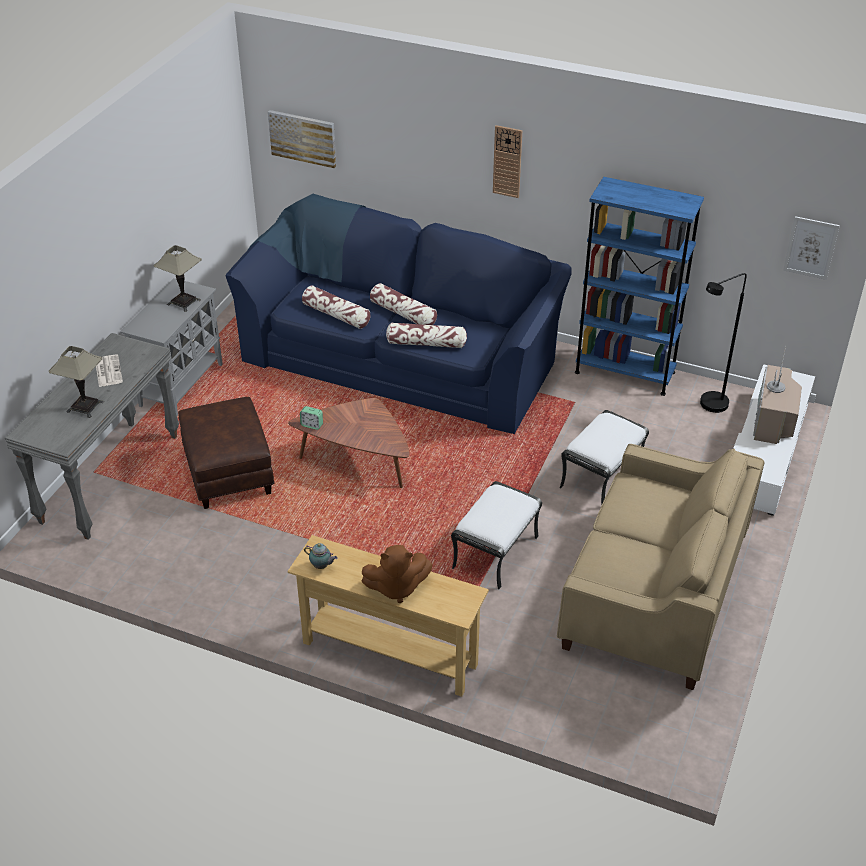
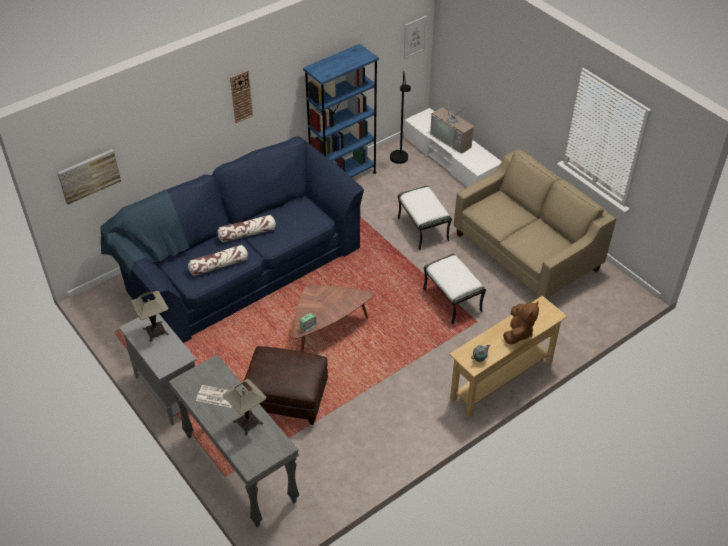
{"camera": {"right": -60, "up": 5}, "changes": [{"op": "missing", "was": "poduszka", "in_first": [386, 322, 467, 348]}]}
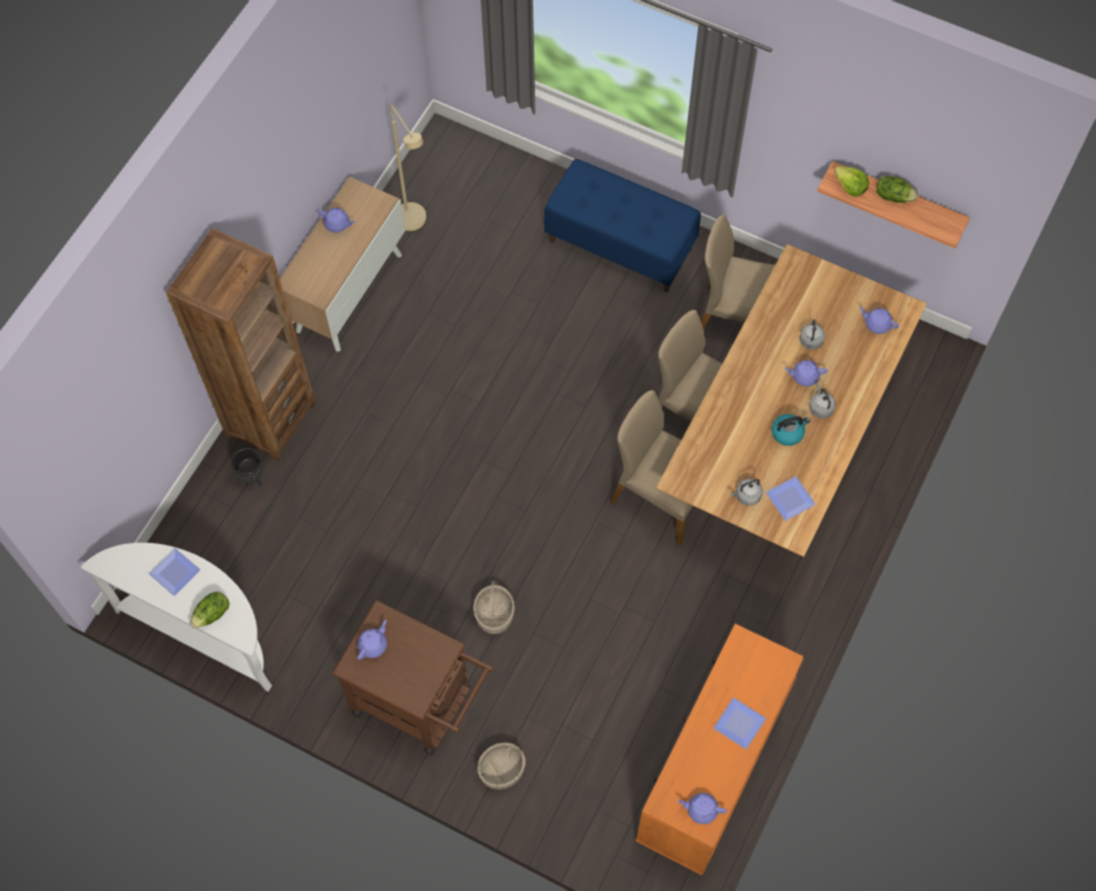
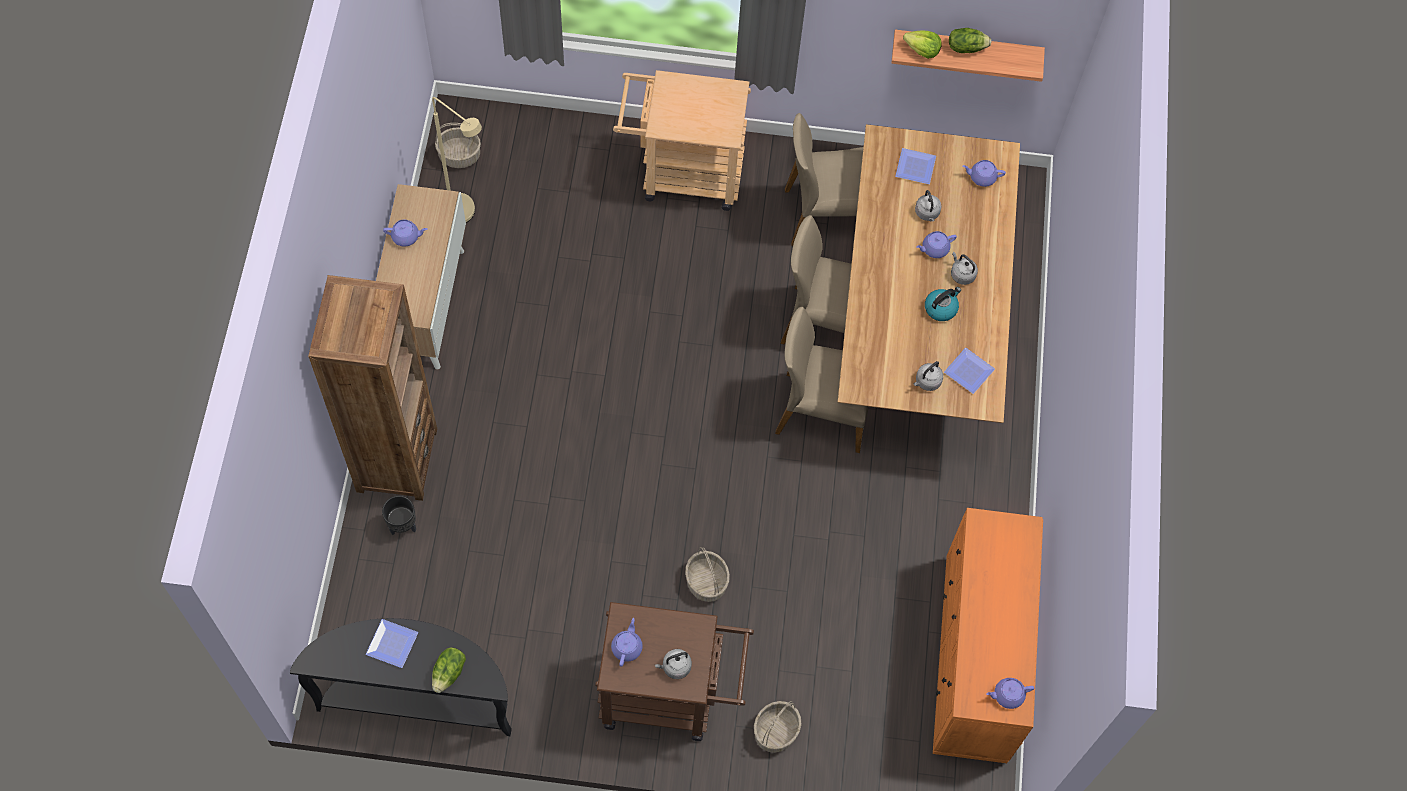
{"camera": {"right": -25, "up": 0}, "changes": [{"op": "appeared", "now": "koszyk", "in_second": [435, 123, 481, 168]}, {"op": "appeared", "now": "czajnik/szary", "in_second": [655, 649, 692, 679]}, {"op": "relocated", "was": "talerz", "in_first": [713, 698, 766, 749], "in_second": [896, 148, 936, 184]}, {"op": "exchanged", "was": "ławka/niebieski", "now": "wózek/beżowy", "in_first": [544, 159, 701, 292], "in_second": [613, 70, 751, 211]}, {"op": "colour", "was": "stolik konsolowy/biały", "now": "stolik konsolowy/czarny", "in_first": [81, 543, 272, 692], "in_second": [290, 618, 512, 736]}]}
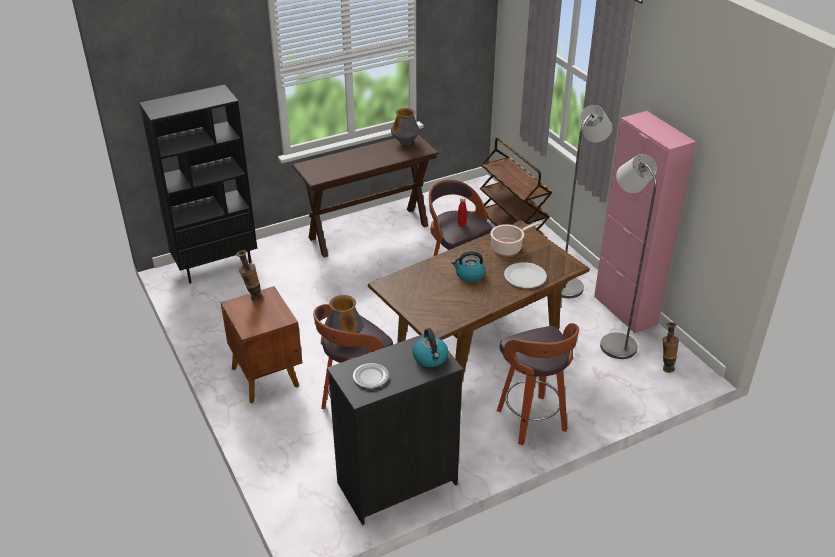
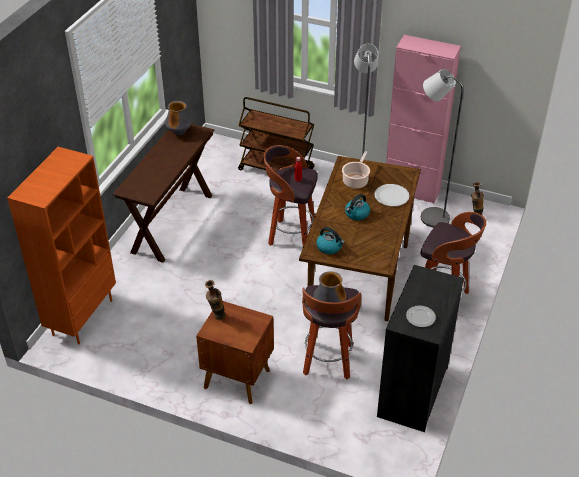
{"camera": {"right": -40, "up": 5}, "changes": [{"op": "relocated", "was": "czajnik", "in_first": [413, 328, 448, 367], "in_second": [316, 227, 345, 254]}, {"op": "colour", "was": "regał/czarny", "now": "regał/pomarańczowy", "in_first": [140, 85, 257, 283], "in_second": [7, 147, 116, 344]}]}
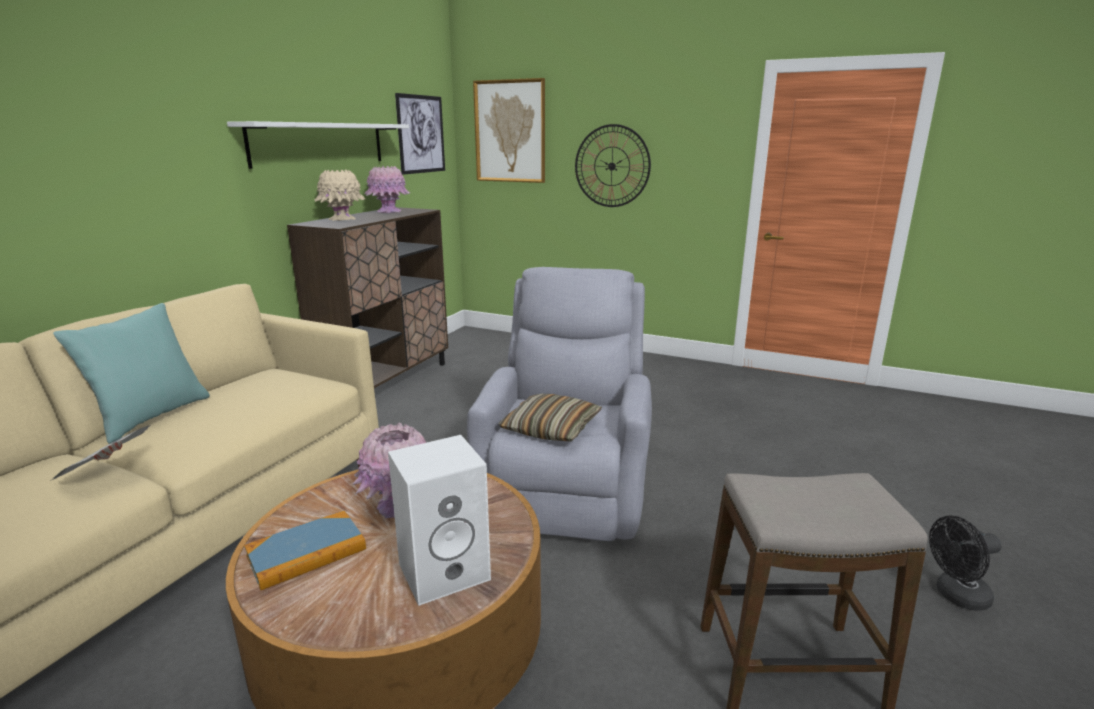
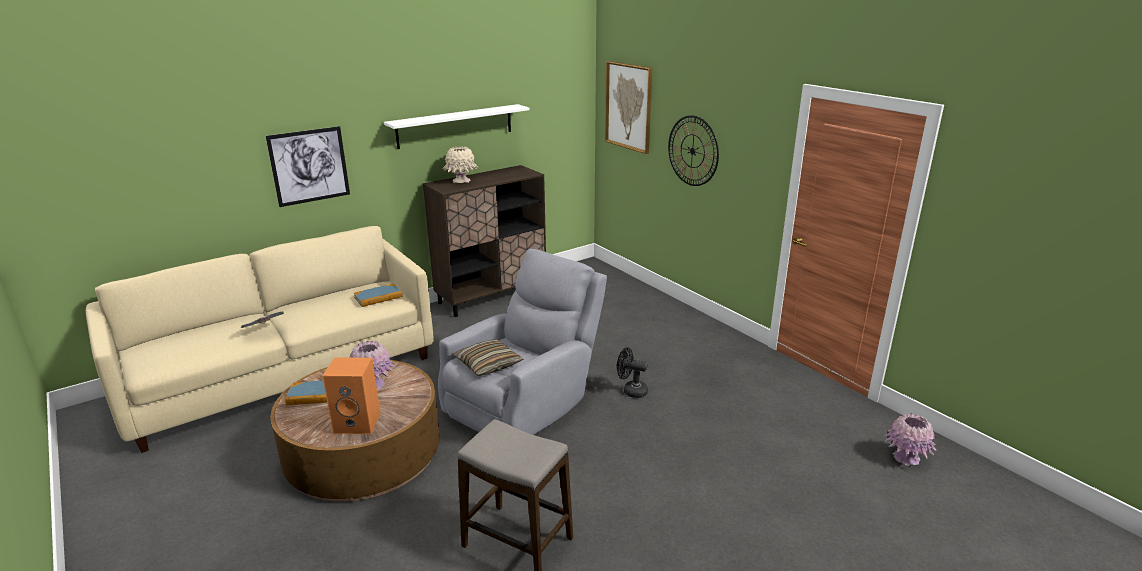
{"camera": {"right": 30, "up": 5}, "changes": [{"op": "missing", "was": "poduszka/turkusowy", "in_first": [53, 303, 210, 444]}, {"op": "appeared", "now": "książka", "in_second": [354, 284, 402, 307]}, {"op": "relocated", "was": "wazon/różowy", "in_first": [364, 166, 410, 213], "in_second": [884, 413, 936, 466]}, {"op": "relocated", "was": "obraz", "in_first": [395, 93, 445, 175], "in_second": [266, 126, 350, 207]}, {"op": "relocated", "was": "wentylator/czarny", "in_first": [929, 515, 1002, 611], "in_second": [617, 348, 648, 398]}, {"op": "colour", "was": "głośnik/biały", "now": "głośnik/pomarańczowy", "in_first": [388, 435, 491, 606], "in_second": [322, 357, 380, 434]}]}
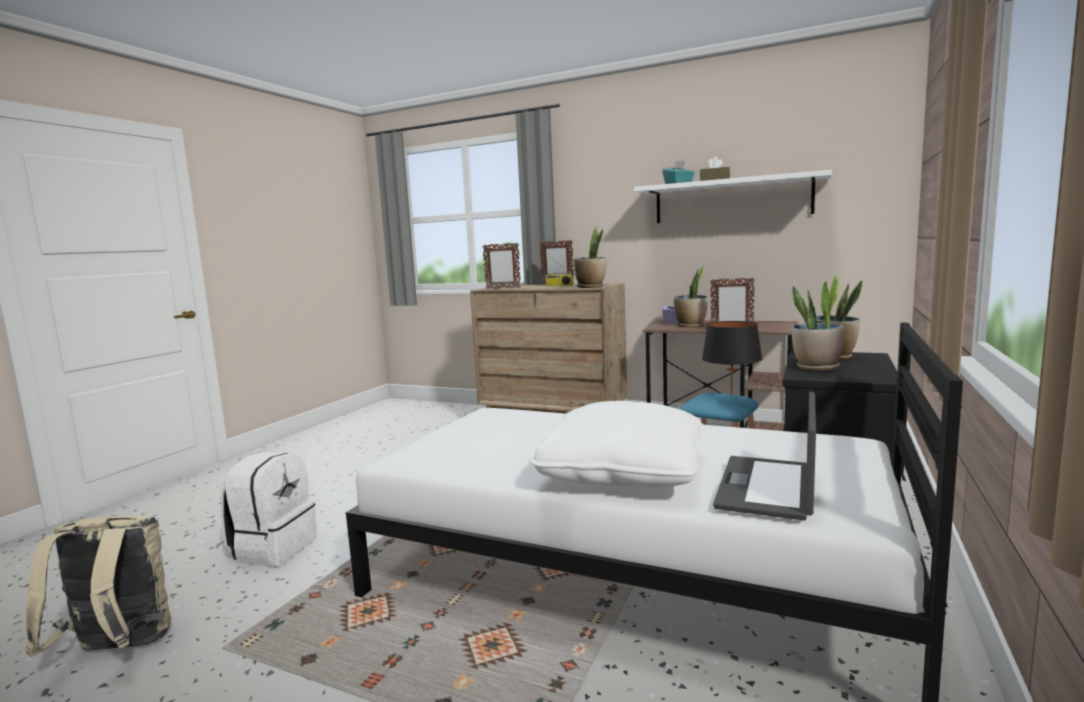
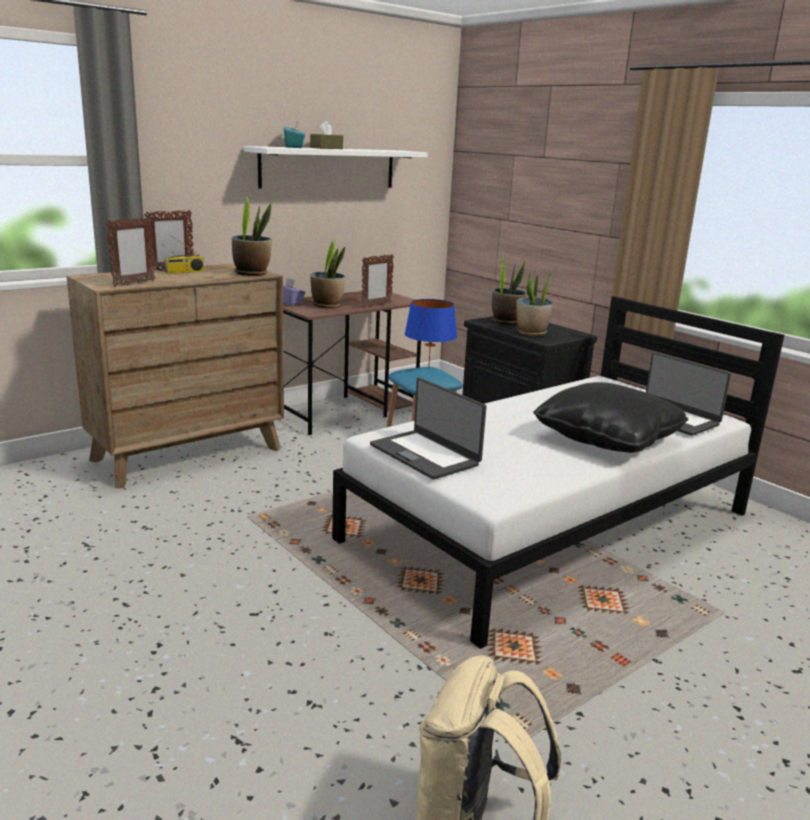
{"camera": {"right": -65, "up": 10}, "changes": [{"op": "missing", "was": "plecak/biały", "in_first": [221, 452, 317, 567]}, {"op": "appeared", "now": "laptop", "in_second": [370, 378, 487, 480]}, {"op": "colour", "was": "poduszka/biały", "now": "poduszka/czarny", "in_first": [531, 401, 704, 488], "in_second": [533, 382, 688, 453]}, {"op": "colour", "was": "lampa stołowa/czarny", "now": "lampa stołowa/niebieski", "in_first": [702, 321, 763, 396], "in_second": [405, 299, 457, 369]}]}
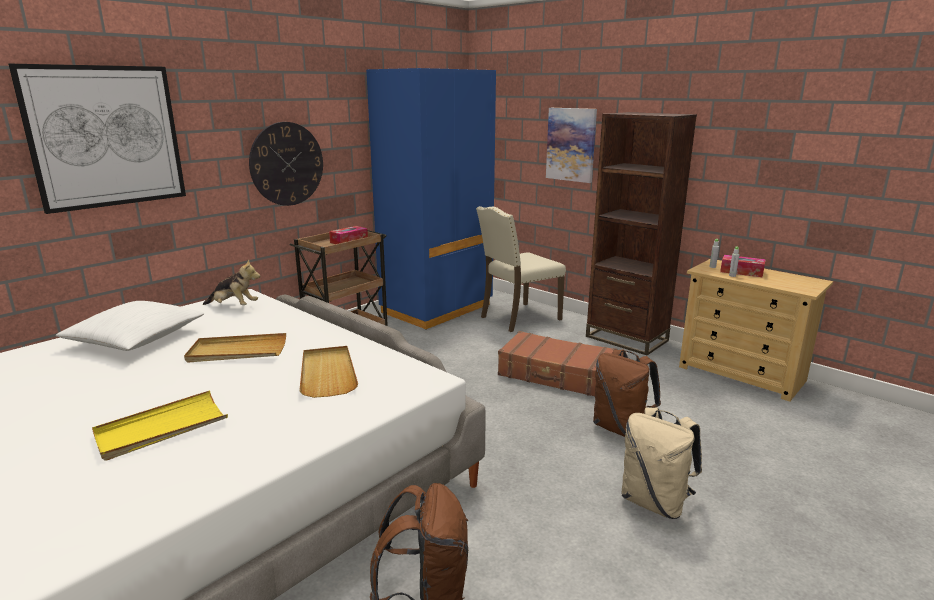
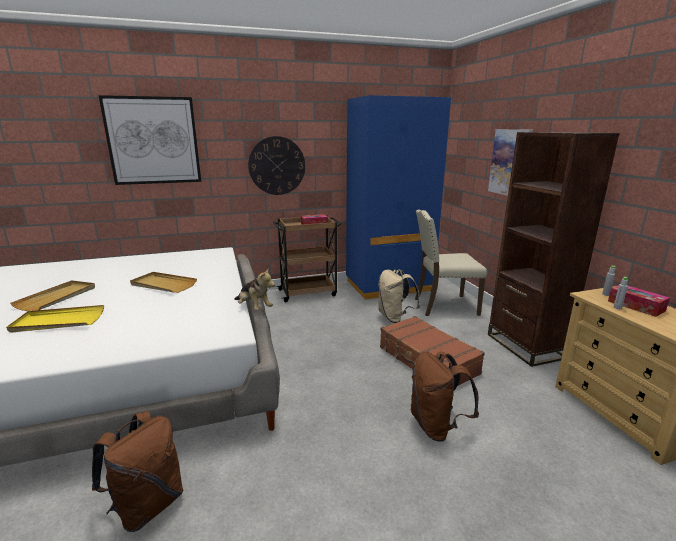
{"camera": {"right": 30, "up": 0}, "changes": [{"op": "missing", "was": "poduszka/biały", "in_first": [56, 301, 205, 351]}, {"op": "relocated", "was": "pluszak", "in_first": [203, 259, 260, 305], "in_second": [234, 267, 275, 310]}, {"op": "relocated", "was": "taca/beżowy", "in_first": [299, 346, 358, 398], "in_second": [10, 280, 95, 311]}, {"op": "relocated", "was": "plecak/beżowy", "in_first": [621, 407, 702, 519], "in_second": [378, 269, 420, 323]}]}
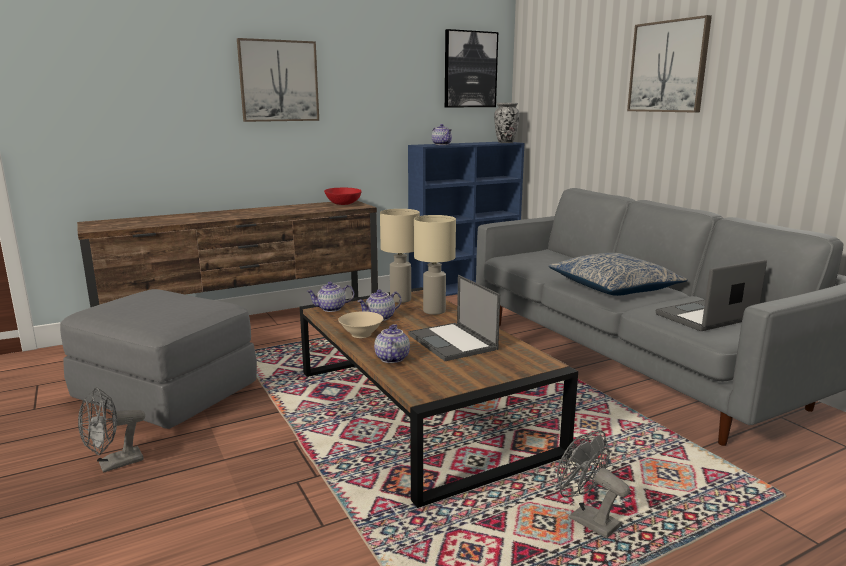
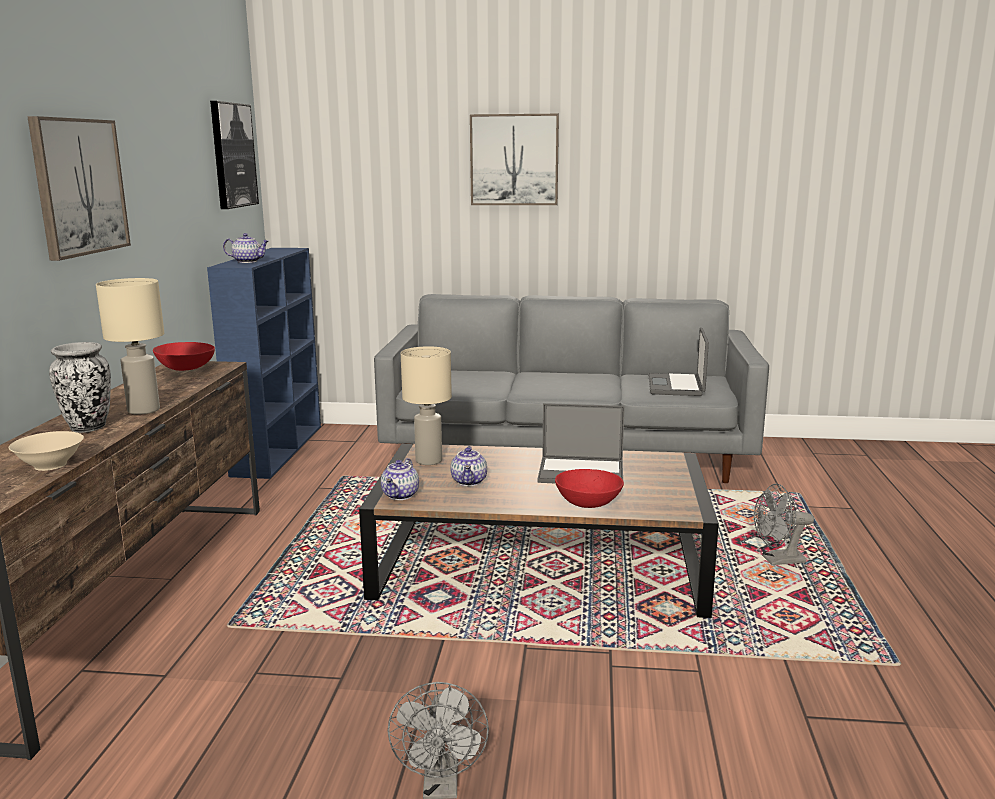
{"camera": {"right": -55, "up": 0}, "changes": [{"op": "missing", "was": "pufa/szary", "in_first": [60, 289, 257, 429]}, {"op": "missing", "was": "poduszka", "in_first": [549, 253, 688, 296]}, {"op": "relocated", "was": "miska/beżowy", "in_first": [338, 311, 384, 338], "in_second": [8, 431, 84, 471]}, {"op": "relocated", "was": "lampa stołowa/beżowy", "in_first": [414, 215, 456, 315], "in_second": [96, 278, 164, 414]}, {"op": "relocated", "was": "wazon", "in_first": [494, 103, 520, 143], "in_second": [49, 342, 111, 433]}, {"op": "exchanged", "was": "imbryk", "now": "miska/czerwony", "in_first": [374, 324, 410, 363], "in_second": [555, 469, 624, 508]}]}
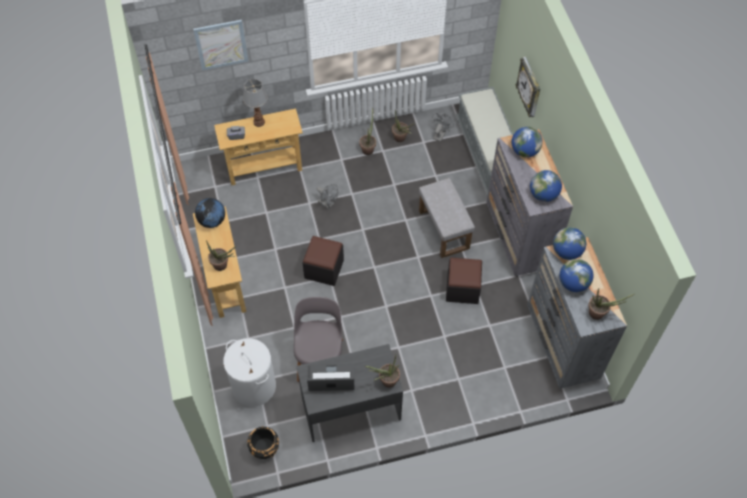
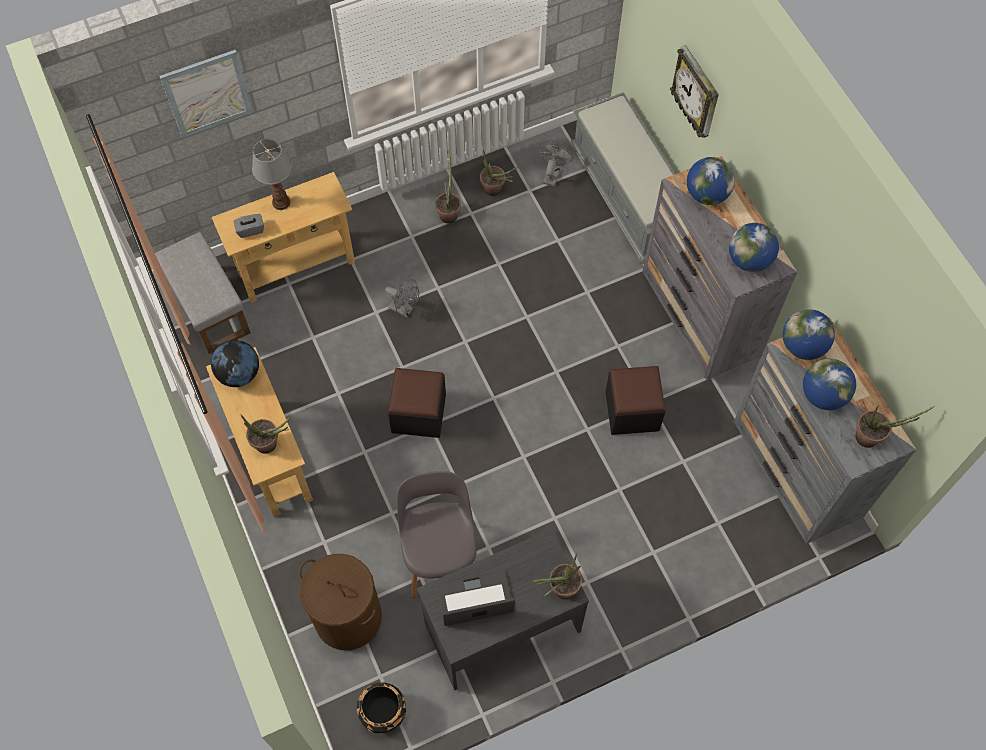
{"camera": {"right": -10, "up": 5}, "changes": [{"op": "relocated", "was": "pufa/szary", "in_first": [419, 178, 475, 258], "in_second": [155, 232, 251, 354]}, {"op": "colour", "was": "kosz na pranie/biały", "now": "kosz na pranie/brązowy", "in_first": [223, 338, 276, 407], "in_second": [299, 554, 382, 650]}]}
